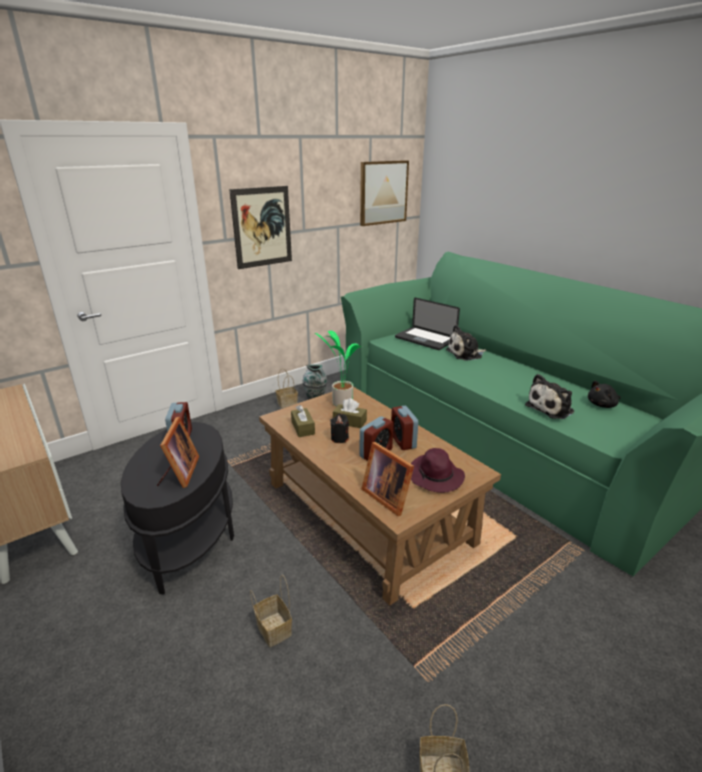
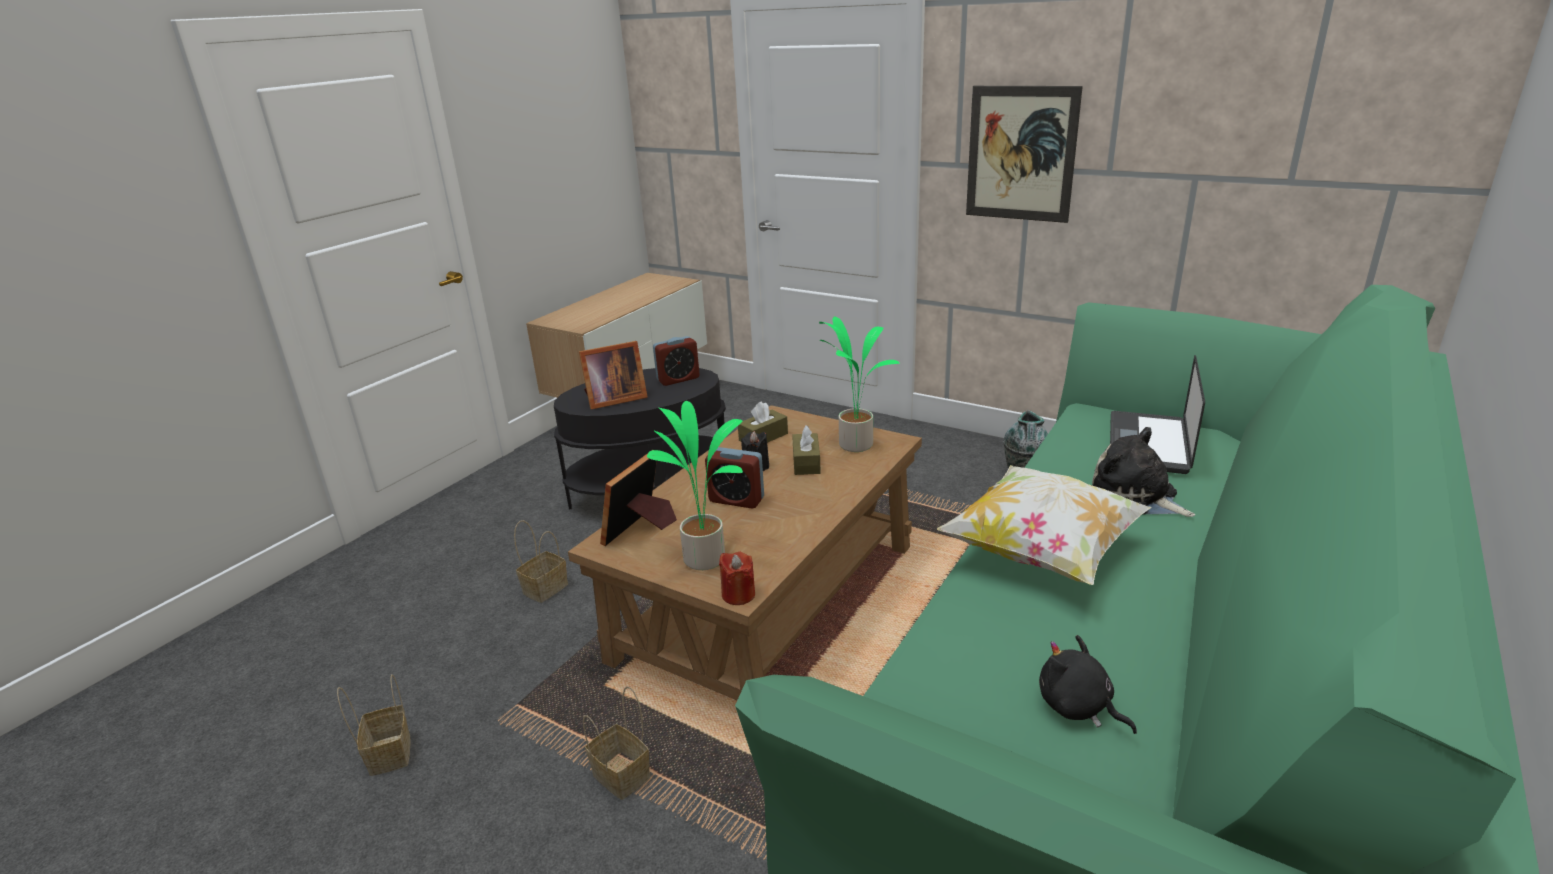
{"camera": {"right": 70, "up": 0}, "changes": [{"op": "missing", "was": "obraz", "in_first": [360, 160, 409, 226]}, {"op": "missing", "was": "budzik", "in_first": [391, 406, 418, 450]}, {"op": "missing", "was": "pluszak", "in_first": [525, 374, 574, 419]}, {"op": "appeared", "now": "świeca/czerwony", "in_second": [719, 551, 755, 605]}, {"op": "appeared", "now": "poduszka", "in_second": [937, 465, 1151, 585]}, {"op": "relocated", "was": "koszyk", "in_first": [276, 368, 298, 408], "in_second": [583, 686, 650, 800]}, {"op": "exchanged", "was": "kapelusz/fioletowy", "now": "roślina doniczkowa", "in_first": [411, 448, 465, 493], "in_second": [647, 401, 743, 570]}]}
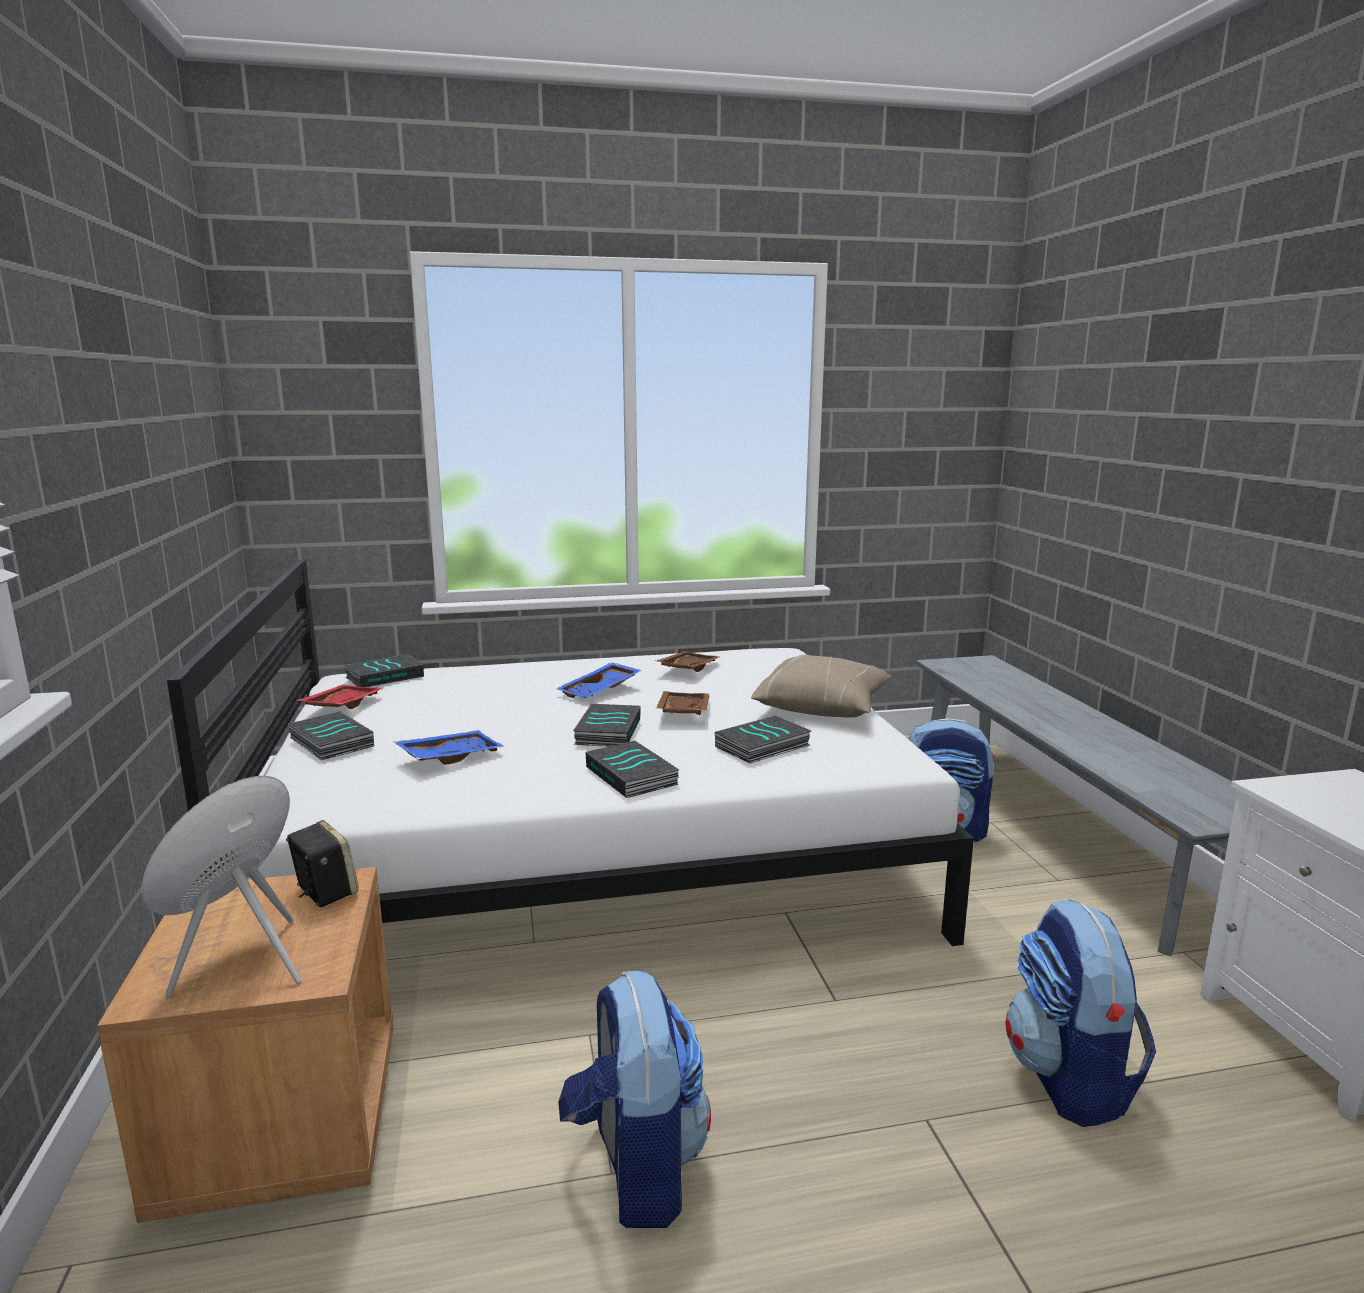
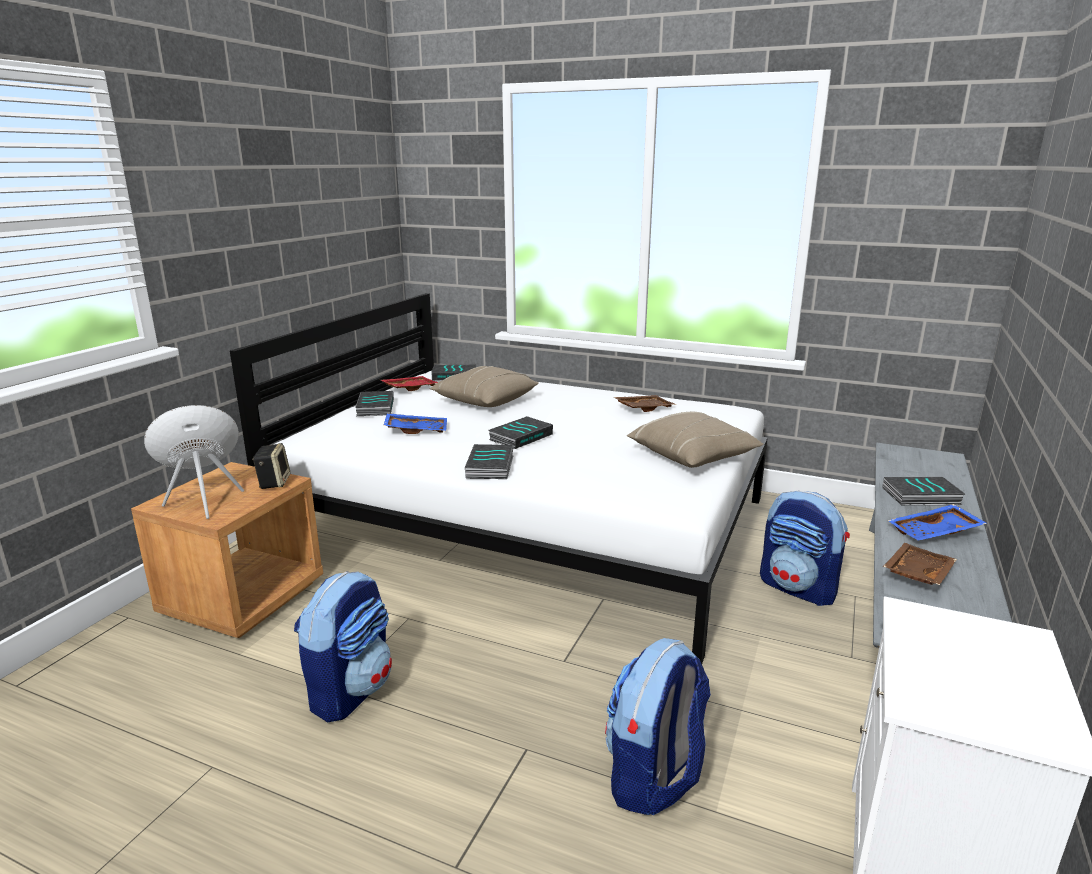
{"camera": {"right": 35, "up": 5}, "changes": [{"op": "appeared", "now": "poduszka/beżowy", "in_second": [430, 366, 539, 407]}, {"op": "relocated", "was": "taca/niebieski", "in_first": [556, 662, 642, 698], "in_second": [888, 504, 988, 541]}, {"op": "relocated", "was": "taca/brązowy", "in_first": [656, 691, 710, 715], "in_second": [883, 543, 957, 585]}, {"op": "relocated", "was": "książka", "in_first": [715, 716, 811, 764], "in_second": [882, 477, 965, 505]}]}
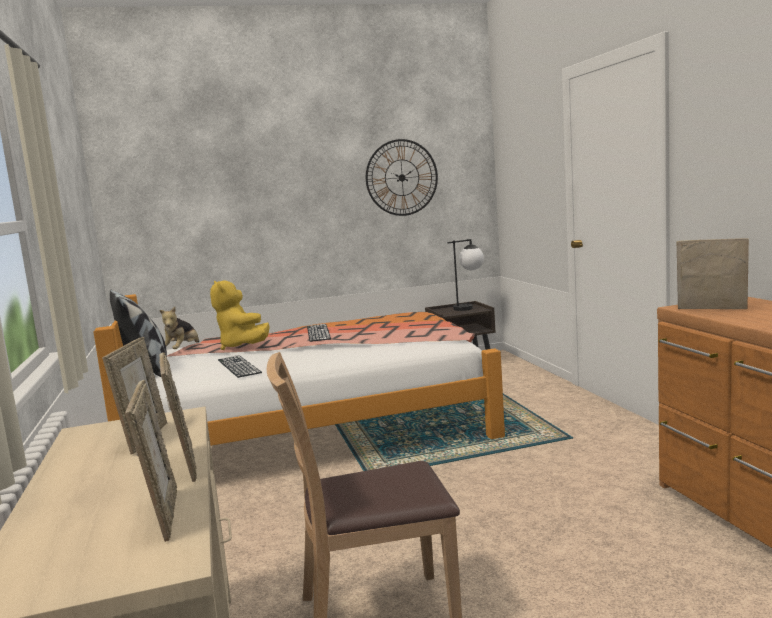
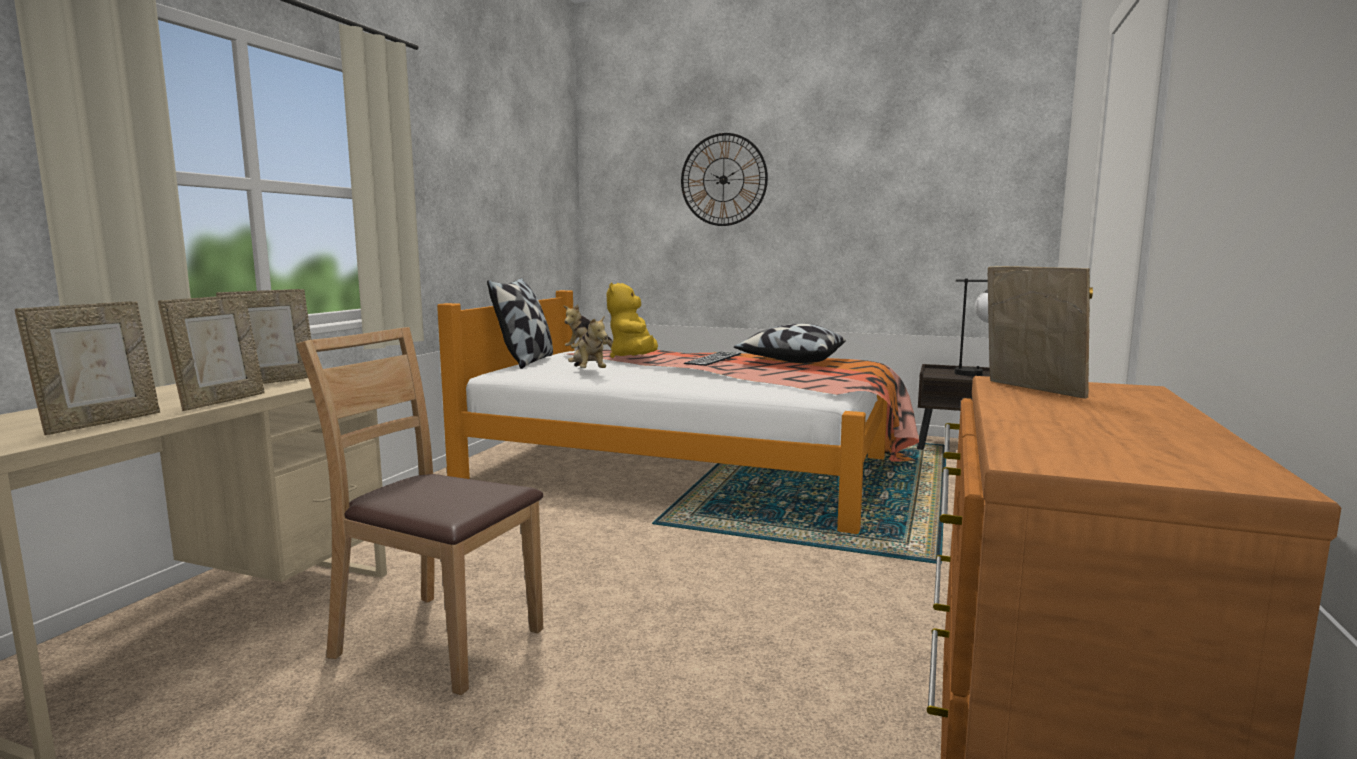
{"camera": {"right": 35, "up": 0}, "changes": [{"op": "appeared", "now": "poduszka", "in_second": [734, 324, 846, 363]}, {"op": "relocated", "was": "zegar ścienny", "in_first": [366, 139, 438, 216], "in_second": [681, 133, 768, 226]}, {"op": "exchanged", "was": "klawiatura", "now": "pluszak", "in_first": [218, 355, 262, 378], "in_second": [568, 315, 608, 368]}]}
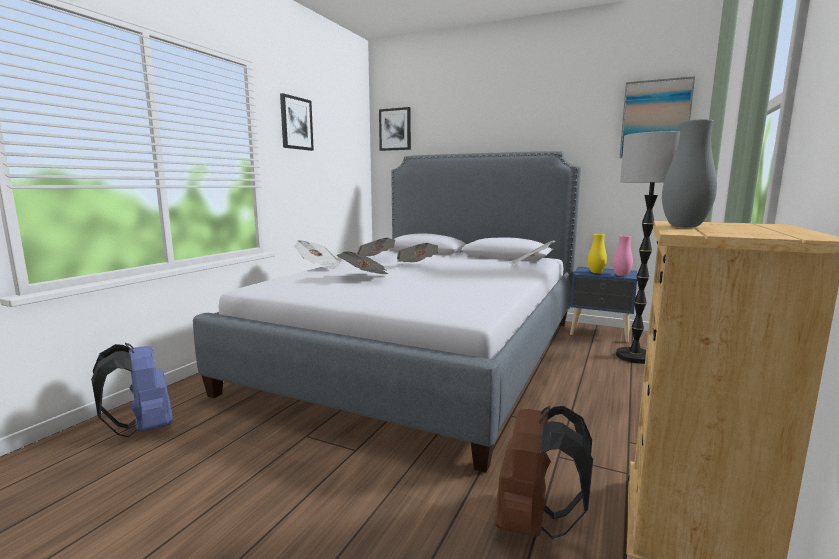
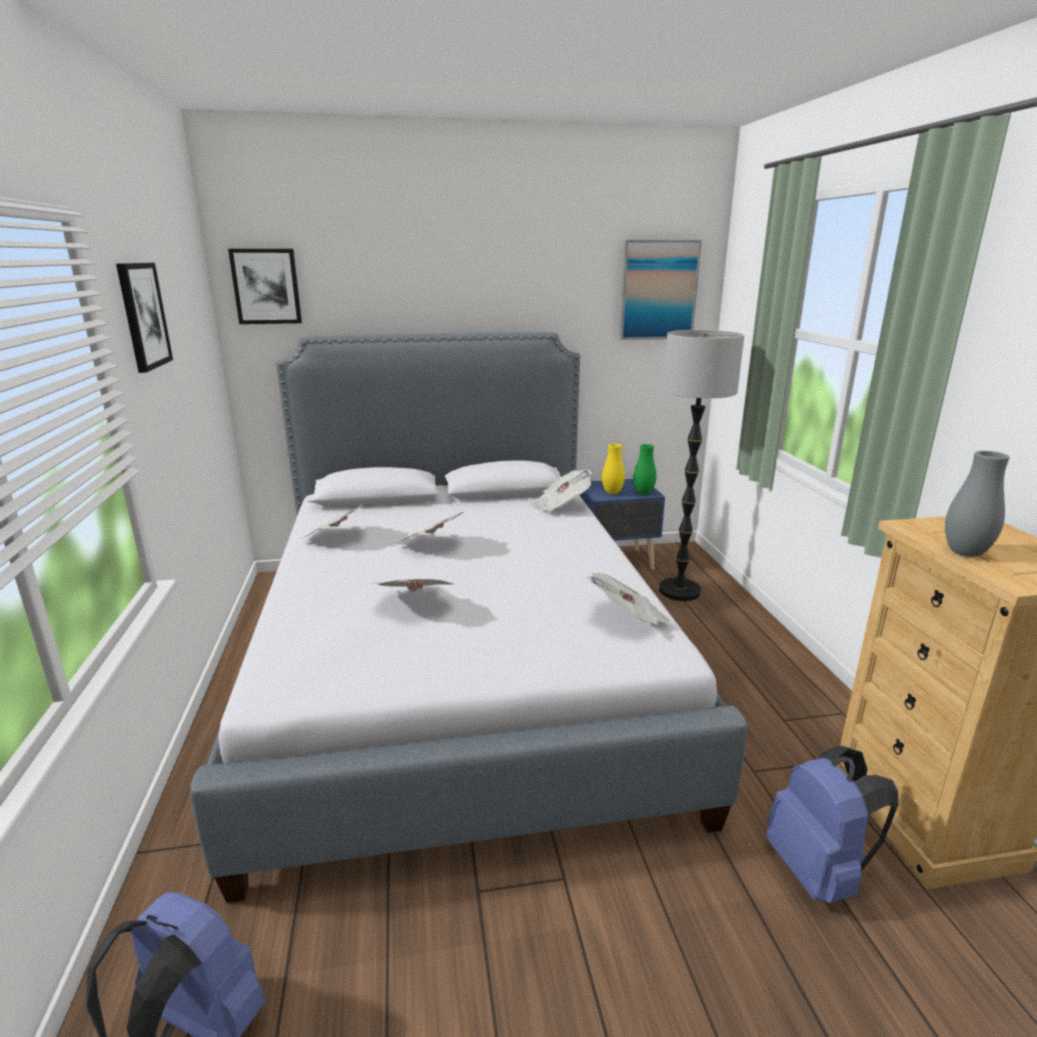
{"camera": {"right": -35, "up": 10}, "changes": [{"op": "relocated", "was": "gazeta", "in_first": [294, 240, 341, 269], "in_second": [587, 573, 676, 625]}, {"op": "colour", "was": "plecak/brązowy", "now": "plecak/niebieski", "in_first": [495, 406, 593, 539], "in_second": [766, 745, 898, 903]}, {"op": "colour", "was": "wazon/różowy", "now": "wazon/zielony", "in_first": [613, 235, 633, 276], "in_second": [633, 444, 656, 495]}]}
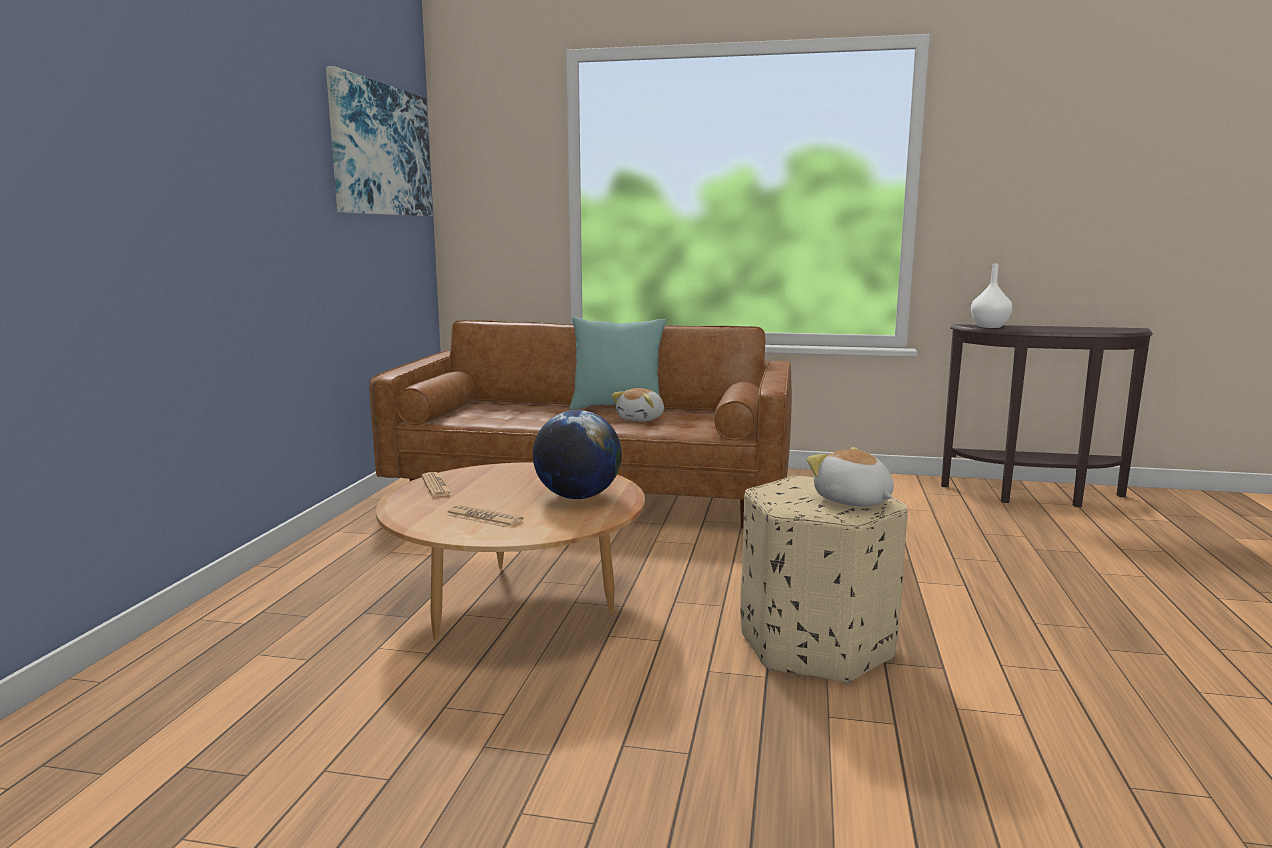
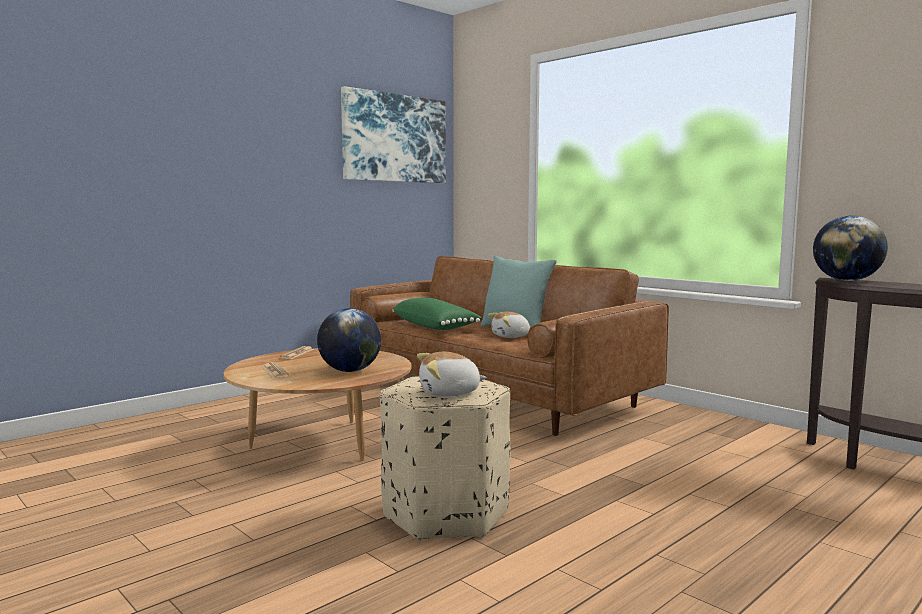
{"camera": {"right": 35, "up": -5}, "changes": [{"op": "appeared", "now": "poduszka/zielony", "in_second": [392, 298, 482, 330]}, {"op": "exchanged", "was": "wazon/biały", "now": "globus", "in_first": [971, 264, 1012, 328], "in_second": [813, 215, 888, 281]}, {"op": "spun", "was": "pluszak", "in_first": [806, 447, 894, 506], "in_second": [417, 352, 487, 396], "clockwise": -105}]}
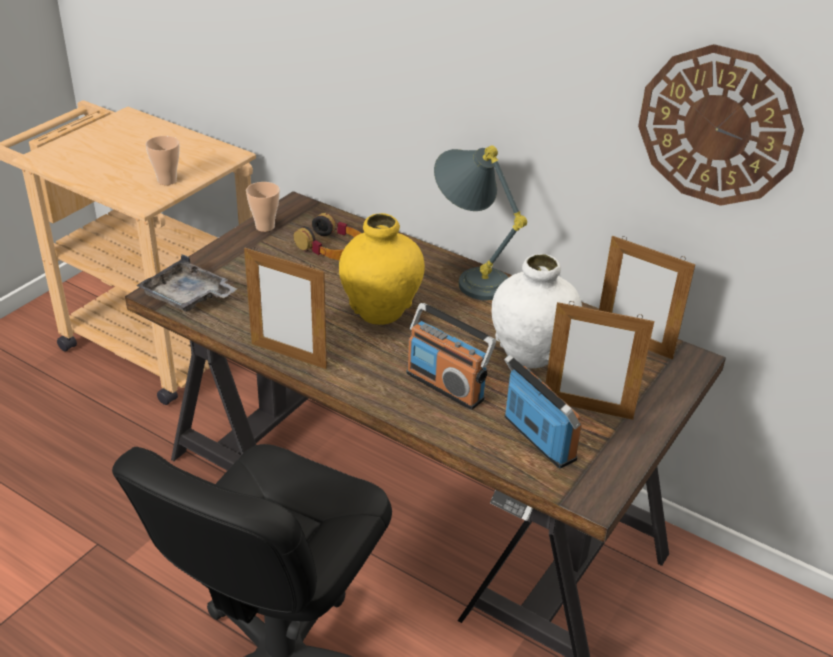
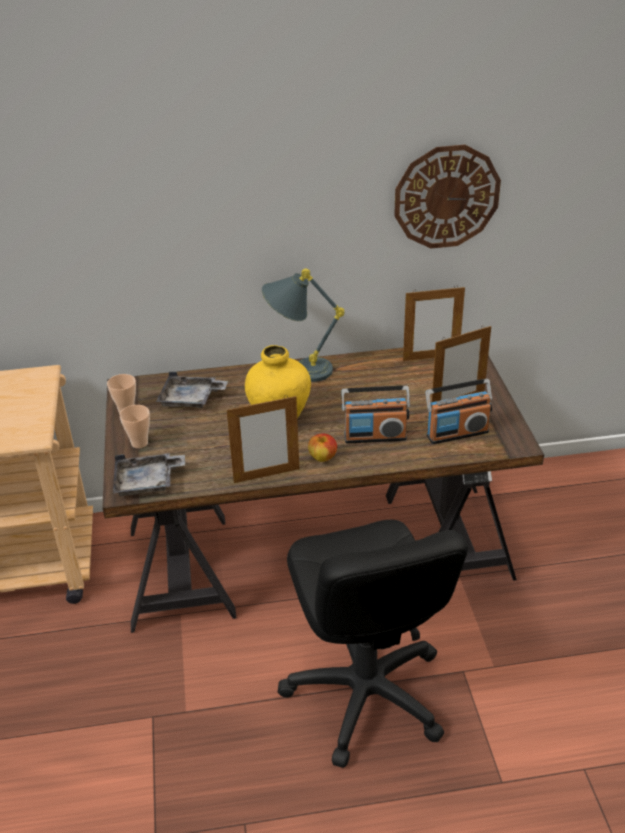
{"camera": {"right": -40, "up": 0}, "changes": [{"op": "missing", "was": "wazon/biały", "in_first": [492, 254, 582, 368]}, {"op": "appeared", "now": "jabłko", "in_second": [308, 433, 337, 462]}, {"op": "relocated", "was": "filiżanka", "in_first": [146, 136, 180, 185], "in_second": [120, 405, 150, 448]}, {"op": "exchanged", "was": "słuchawki", "now": "taca/szary", "in_first": [294, 213, 361, 261], "in_second": [156, 372, 228, 408]}, {"op": "spun", "was": "radio", "in_first": [504, 354, 582, 469], "in_second": [425, 379, 492, 444], "clockwise": 150}]}
